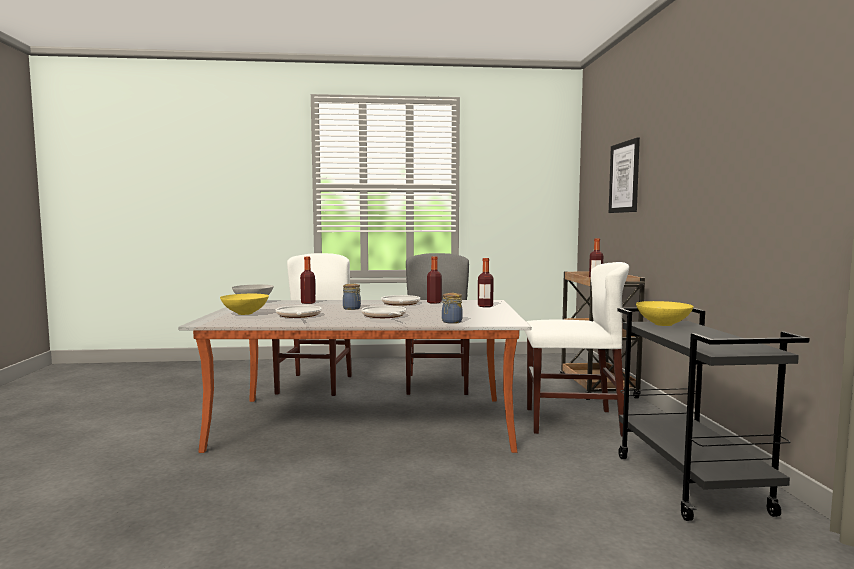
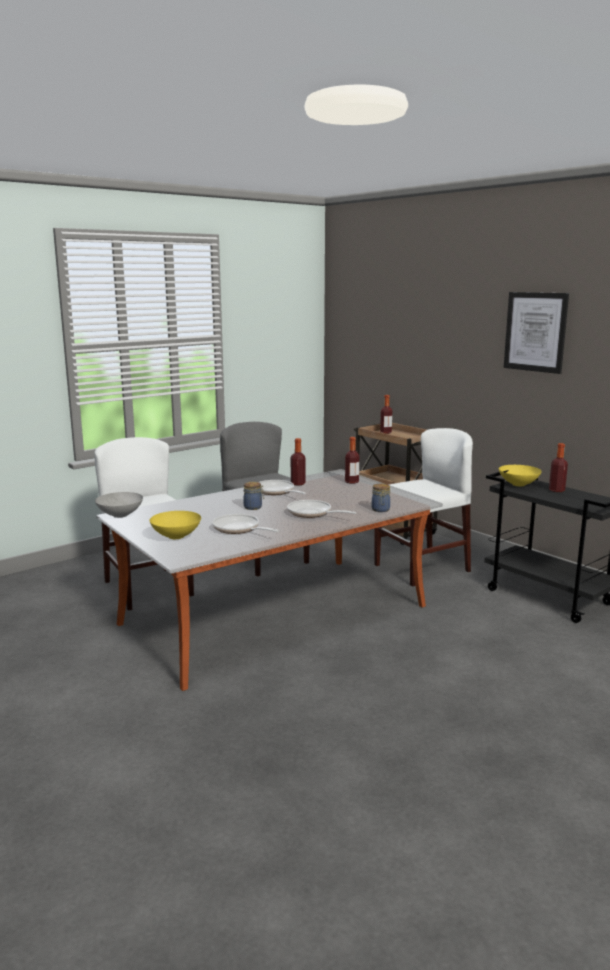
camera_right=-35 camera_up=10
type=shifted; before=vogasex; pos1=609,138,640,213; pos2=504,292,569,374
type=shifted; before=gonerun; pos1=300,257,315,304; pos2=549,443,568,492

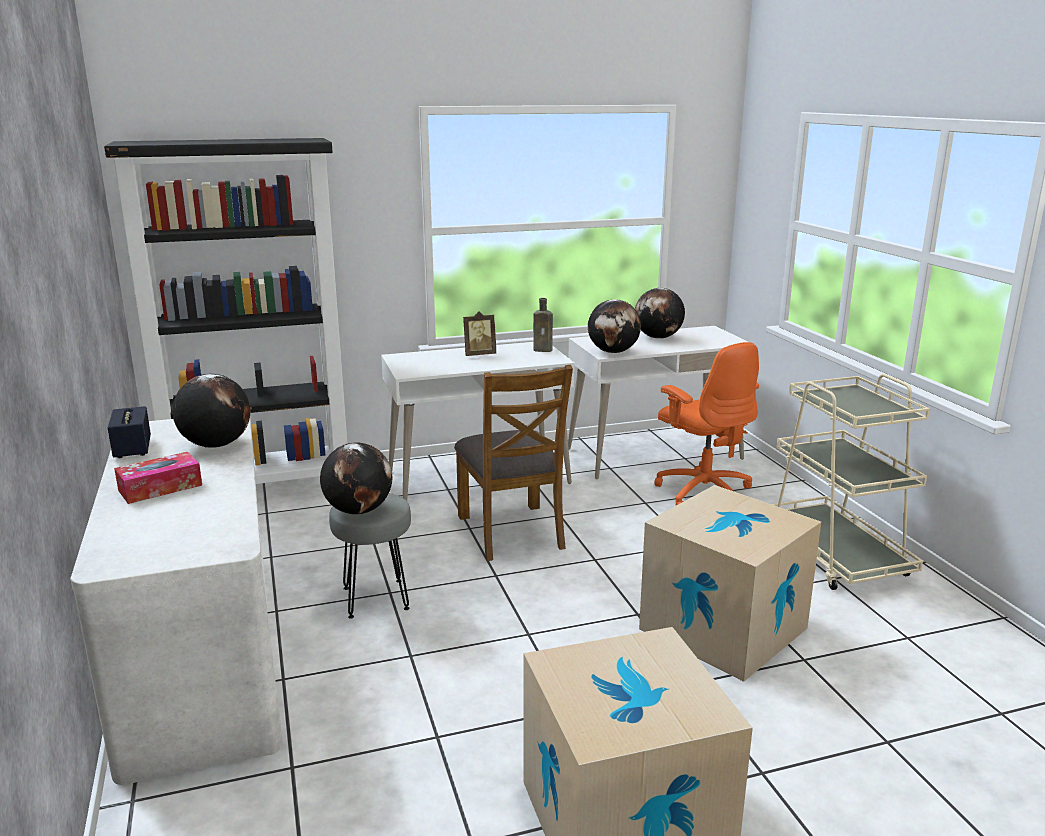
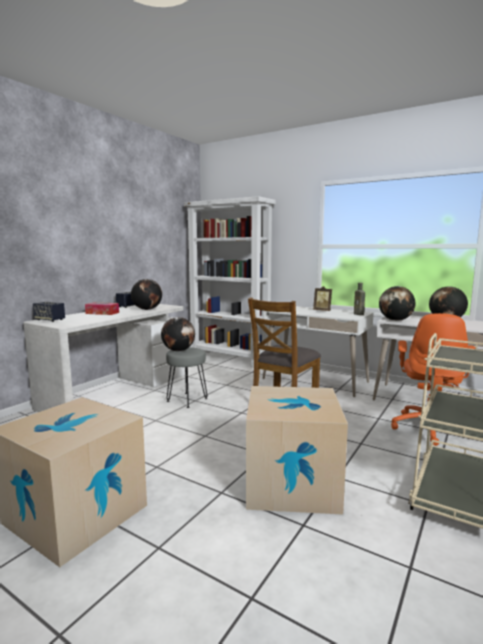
camera_right=50 camera_up=-10
type=repainted; before=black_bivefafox; after=white_bivefafox; pos1=104,138,347,484; pos2=184,196,276,368
type=new; after=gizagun; pos2=33,302,65,322

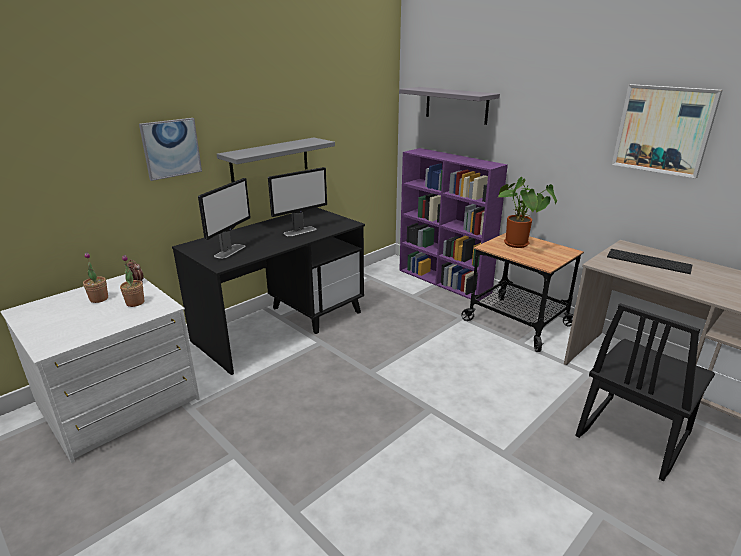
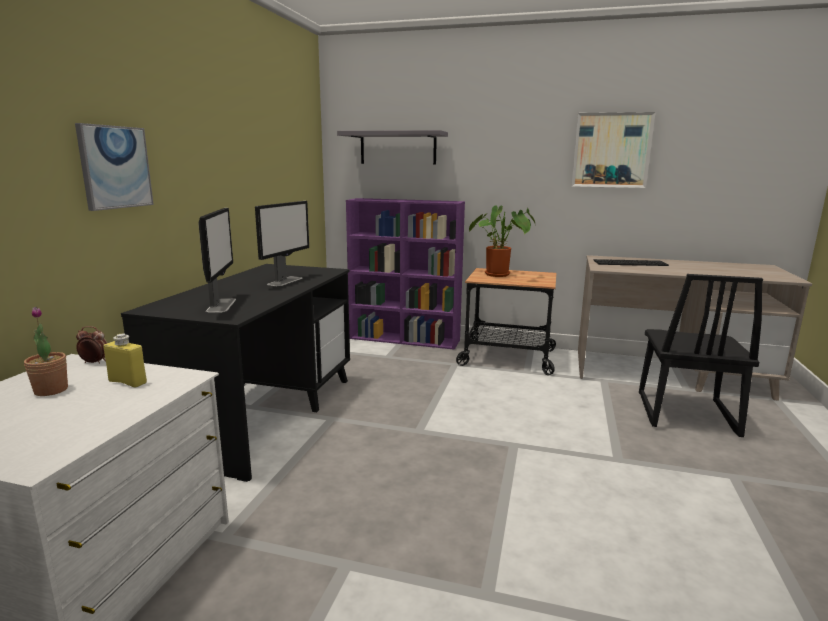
camera_right=-30 camera_up=-10
type=gone; before=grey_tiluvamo; pos1=217,138,335,182
type=swapped; before=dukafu; after=yellow_gonerun; pos1=120,255,144,307; pos2=103,334,147,388

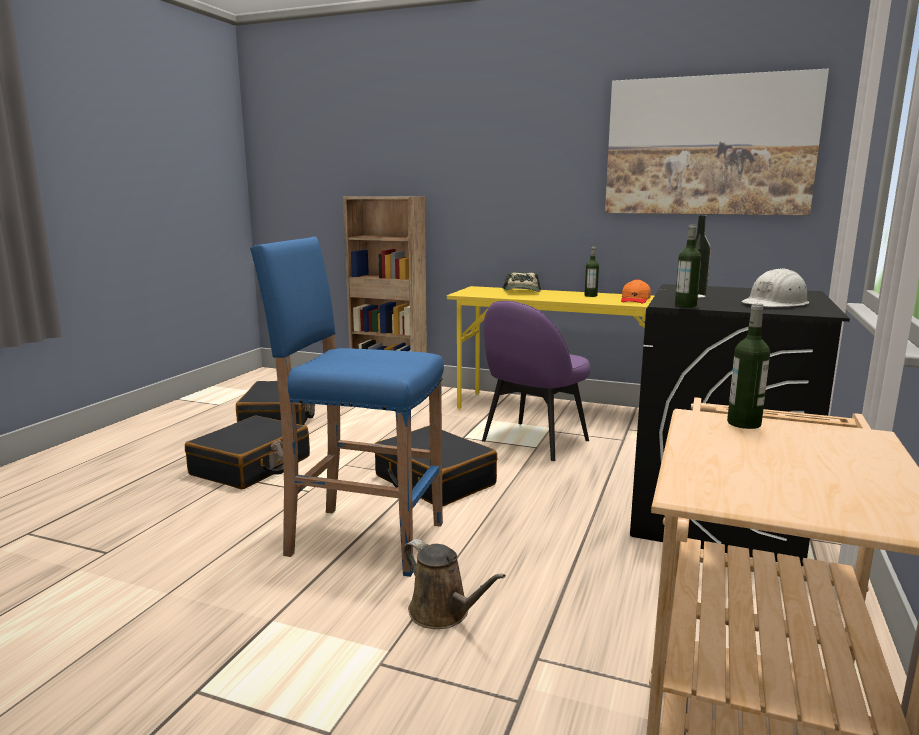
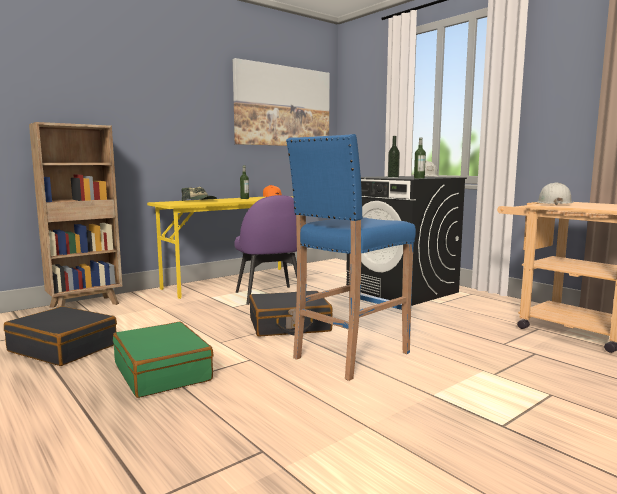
camera_right=-60 camera_up=-5
type=swapped; before=gonerun; after=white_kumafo; pos1=727,303,770,429; pos2=537,182,573,205
type=repainted; before=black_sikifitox; after=green_sikifitox; pos1=185,415,310,489; pos2=113,322,213,398
type=gone; before=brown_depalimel; pos1=403,539,506,629

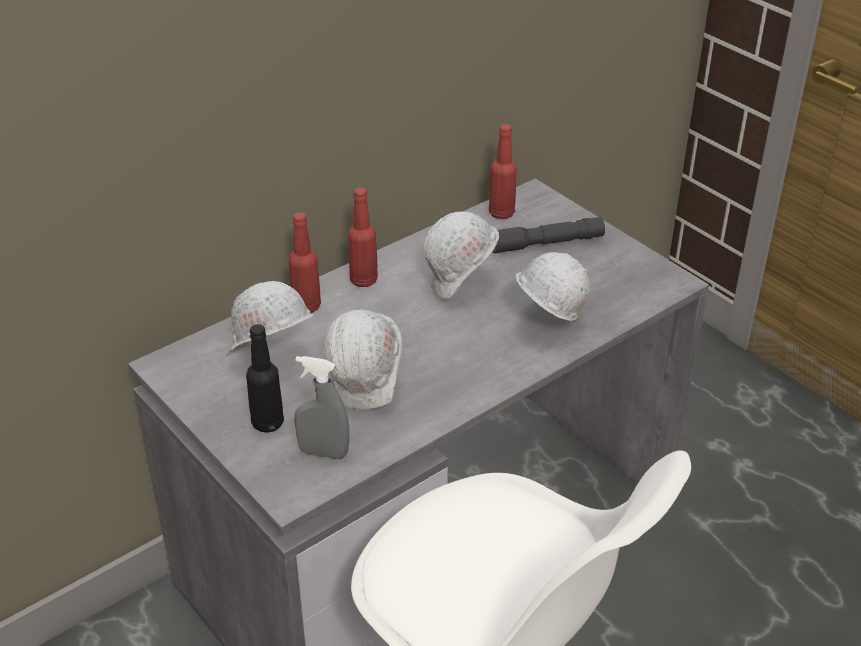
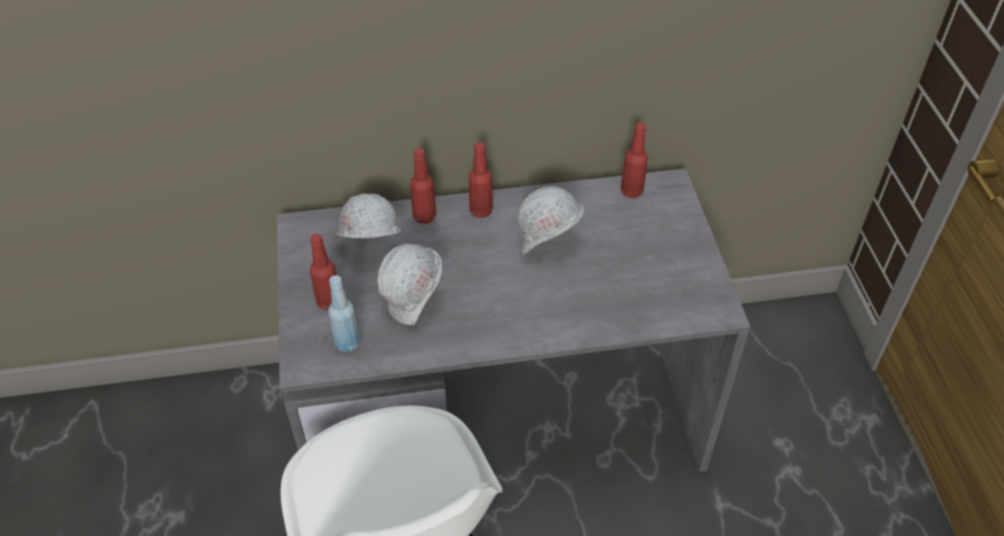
camera_right=30 camera_up=10
type=gone; before=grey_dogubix; pos1=492,217,605,253
type=gone; before=white_kumafo; pos1=515,252,590,321
type=repainted; before=black_gonerun; after=red_gonerun; pos1=246,324,284,433; pos2=310,234,337,310
type=swapped; before=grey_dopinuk; after=blue_gonerun; pos1=294,356,349,459; pos2=328,275,360,352

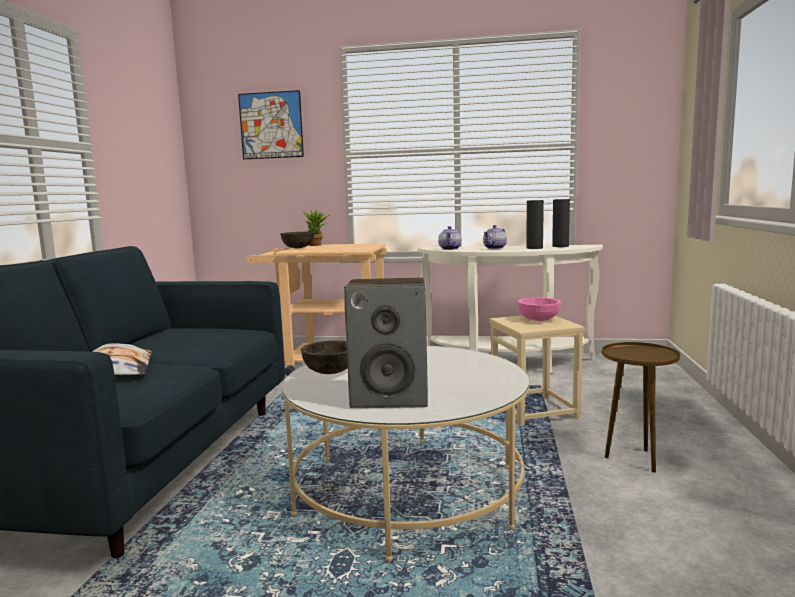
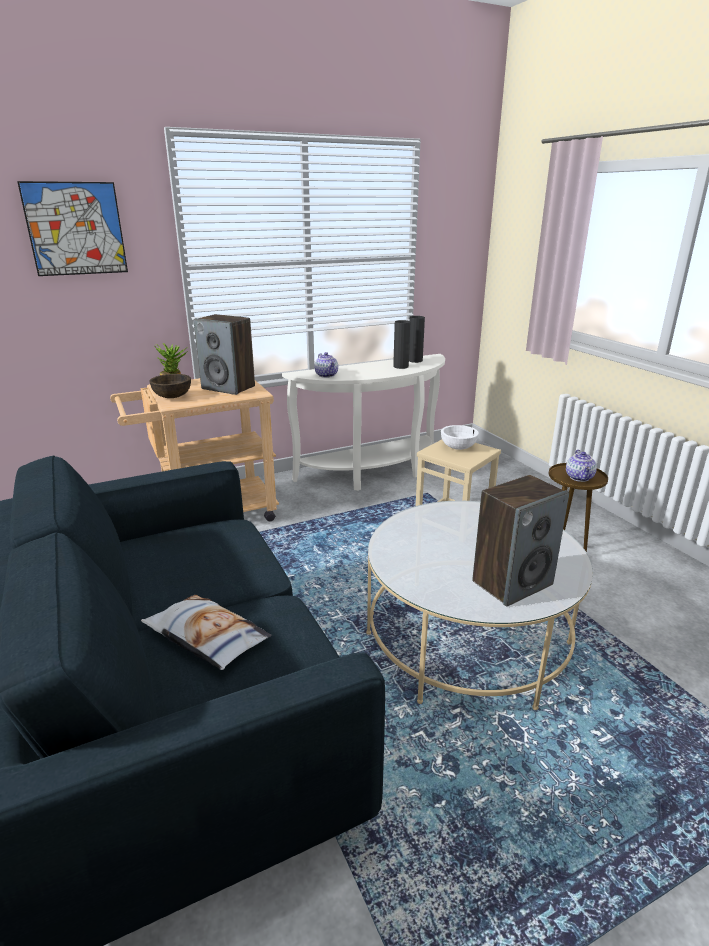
camera_right=-35 camera_up=15
type=shifted; before=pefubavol; pos1=483,225,507,249; pos2=566,450,597,482
type=repainted; before=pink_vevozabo; after=white_vevozabo; pos1=518,298,561,321; pos2=441,425,479,450
type=gone; before=brown_vevozabo; pos1=301,340,348,374
type=new; after=gizagun; pos2=193,314,255,395

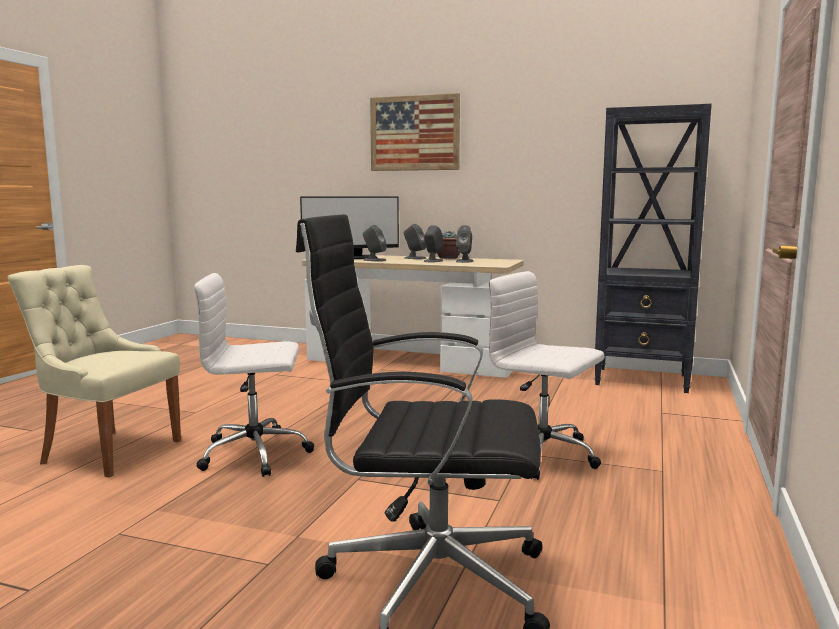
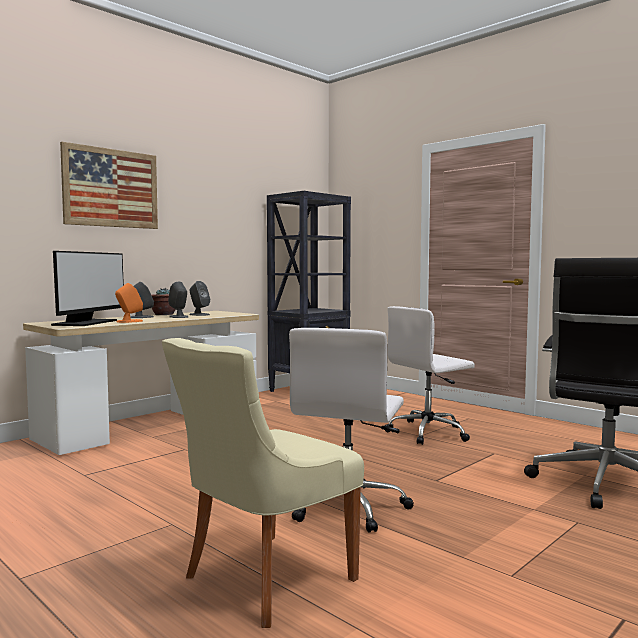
camera_right=-65 camera_up=-5
type=repainted; before=grey_gizagun; after=orange_gizagun; pos1=363,225,387,261; pos2=115,283,143,323

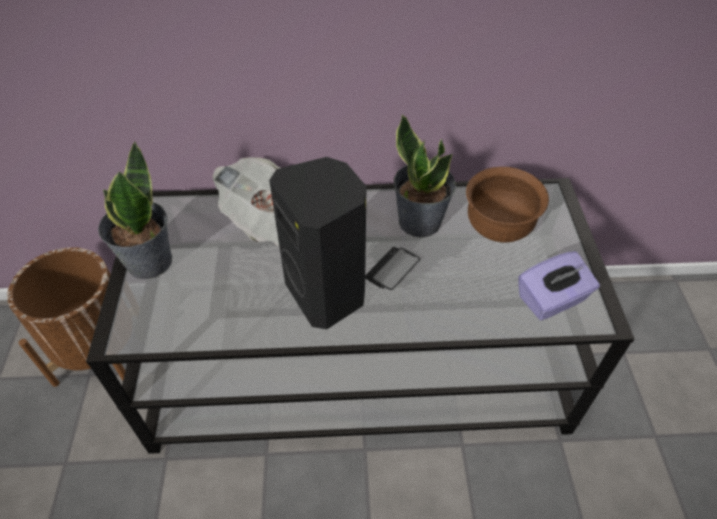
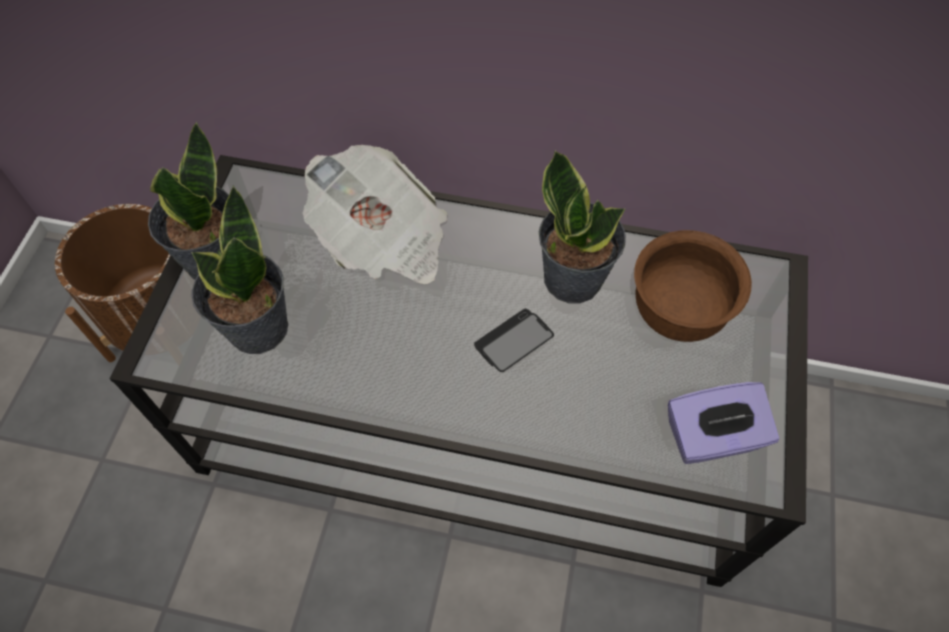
camera_right=15 camera_up=10
type=gone; before=black_gizagun; pos1=269,157,366,329
type=new; after=dukafu; pos2=191,185,288,354

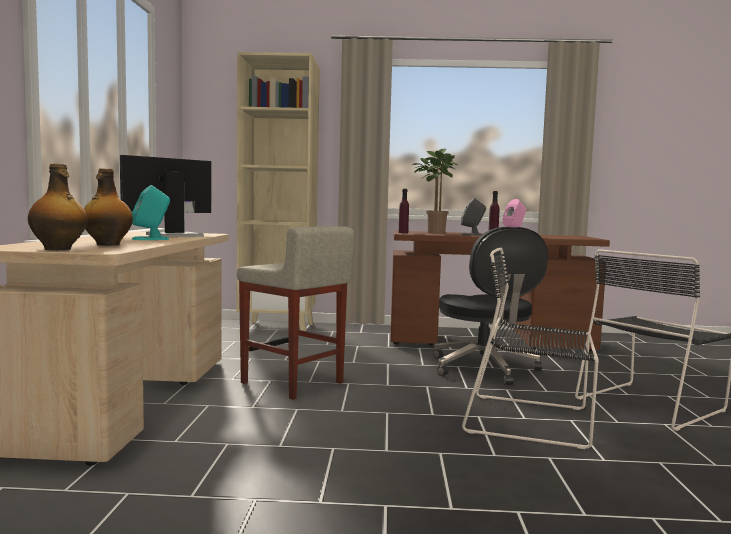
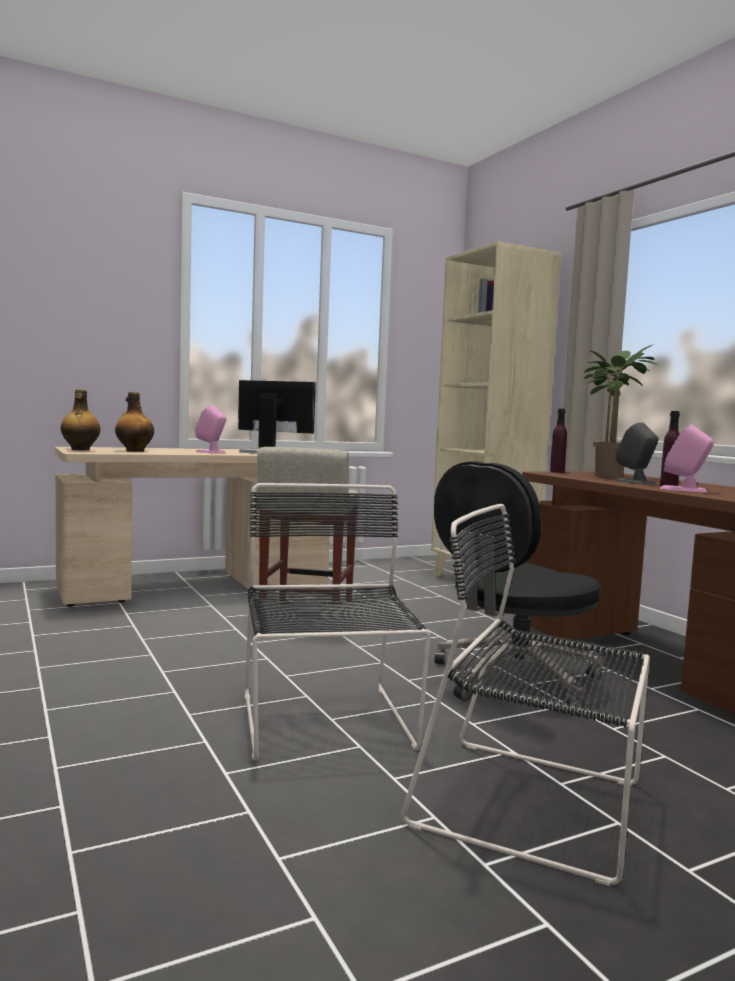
camera_right=60 camera_up=0
type=repainted; before=turquoise_gizagun; after=pink_gizagun; pos1=132,185,170,240; pos2=195,405,227,453

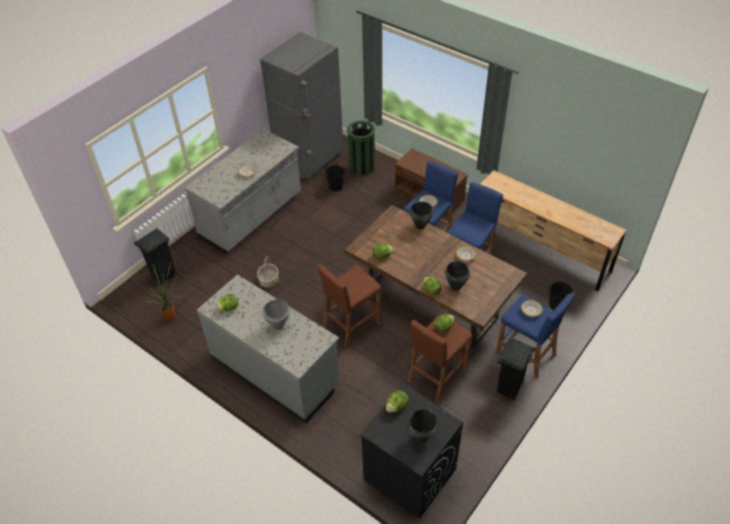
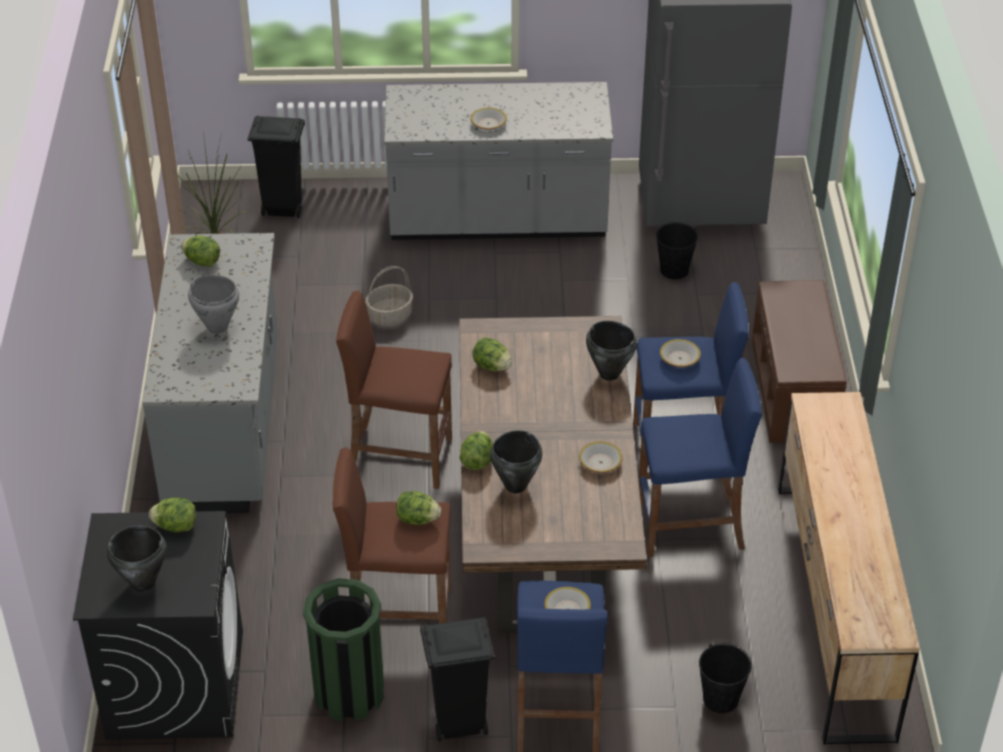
camera_right=50 camera_up=-5
type=shifted; before=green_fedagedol; pos1=347,120,375,176; pos2=303,578,384,722

